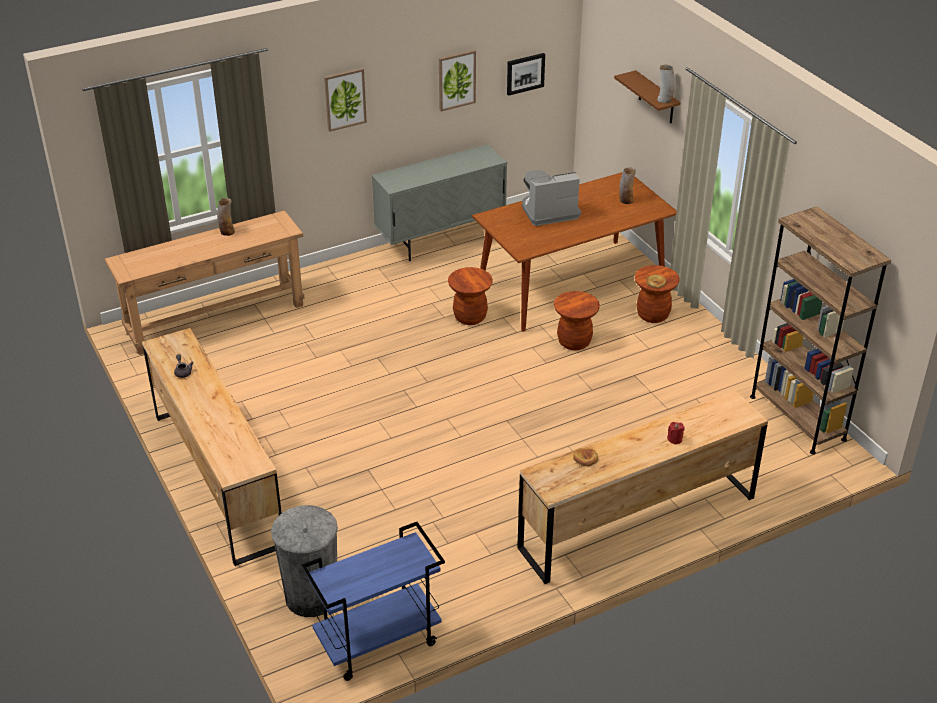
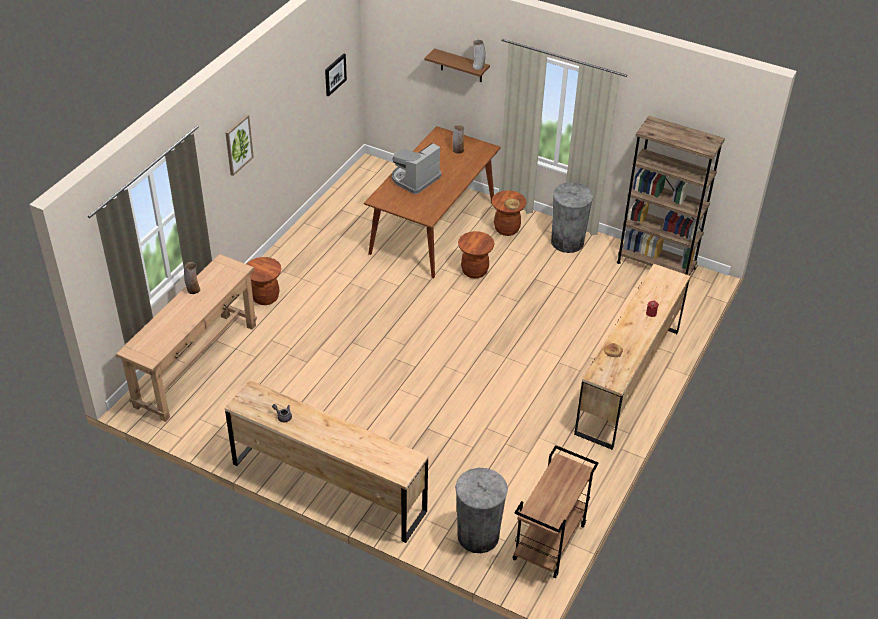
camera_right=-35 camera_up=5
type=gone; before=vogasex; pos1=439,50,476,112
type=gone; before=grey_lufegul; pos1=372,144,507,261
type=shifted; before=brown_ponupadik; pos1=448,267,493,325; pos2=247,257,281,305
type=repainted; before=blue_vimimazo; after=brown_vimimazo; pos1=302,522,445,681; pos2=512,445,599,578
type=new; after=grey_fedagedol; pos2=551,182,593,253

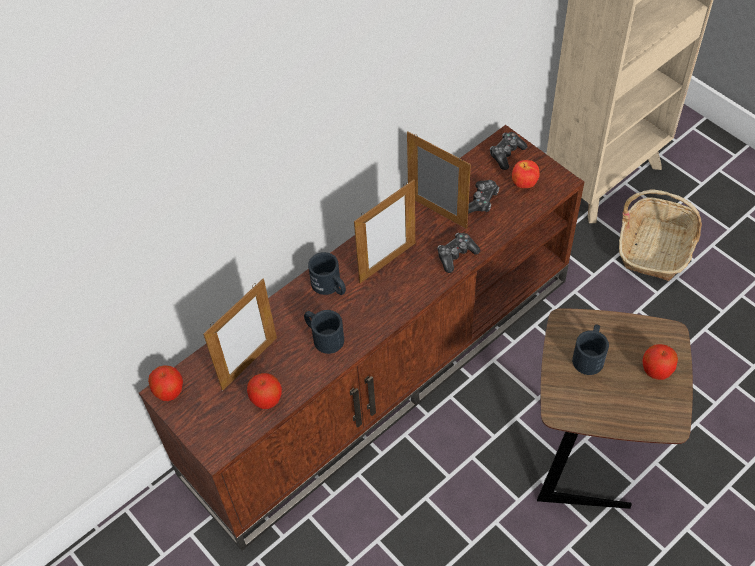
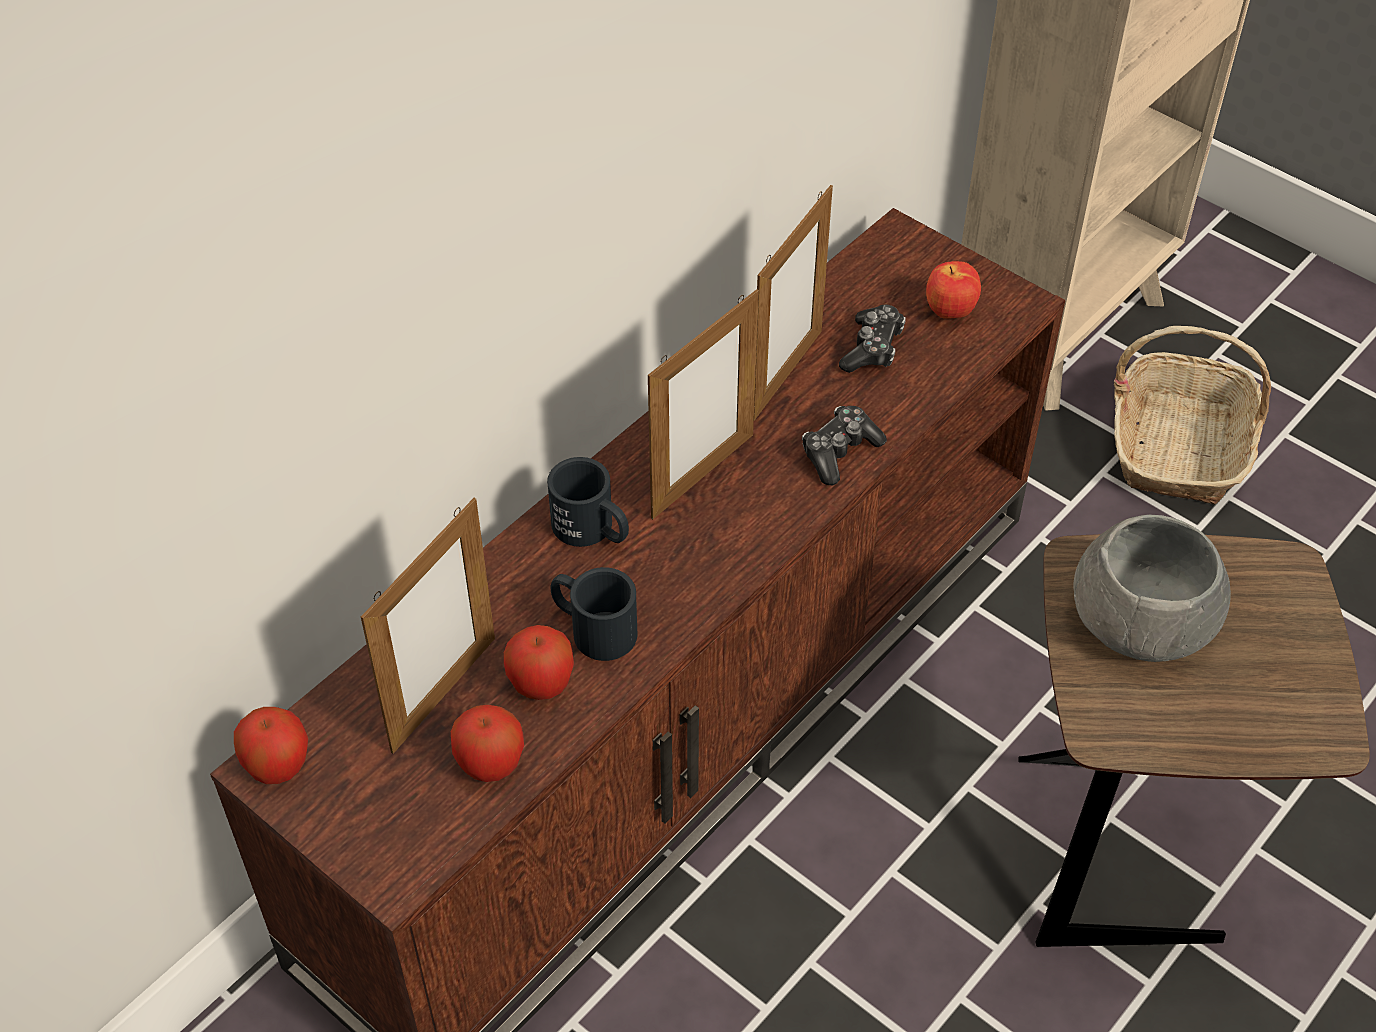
camera_right=-10 camera_up=-5
type=rotated; before=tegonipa; pos1=407,131,471,229; pos2=754,185,833,421; turn=90
type=gone; before=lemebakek; pos1=490,132,528,170
type=swapped; before=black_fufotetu; after=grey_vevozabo; pos1=572,324,609,375; pos2=1074,515,1231,662
type=shifted; before=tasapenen; pos1=642,344,678,380; pos2=504,625,574,700

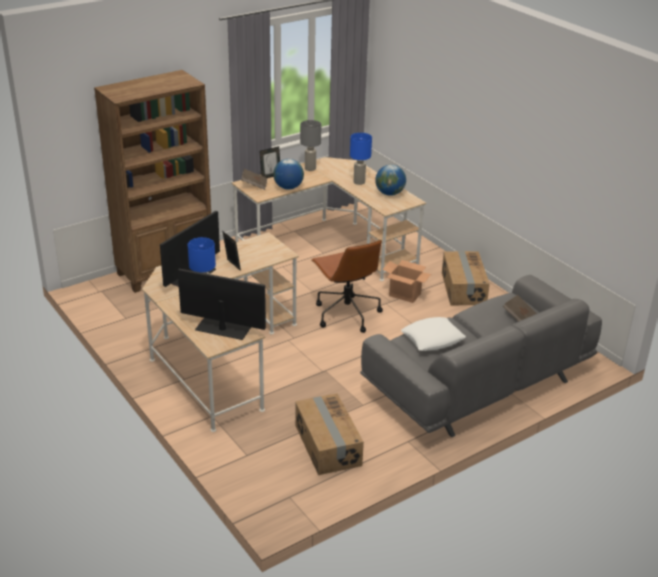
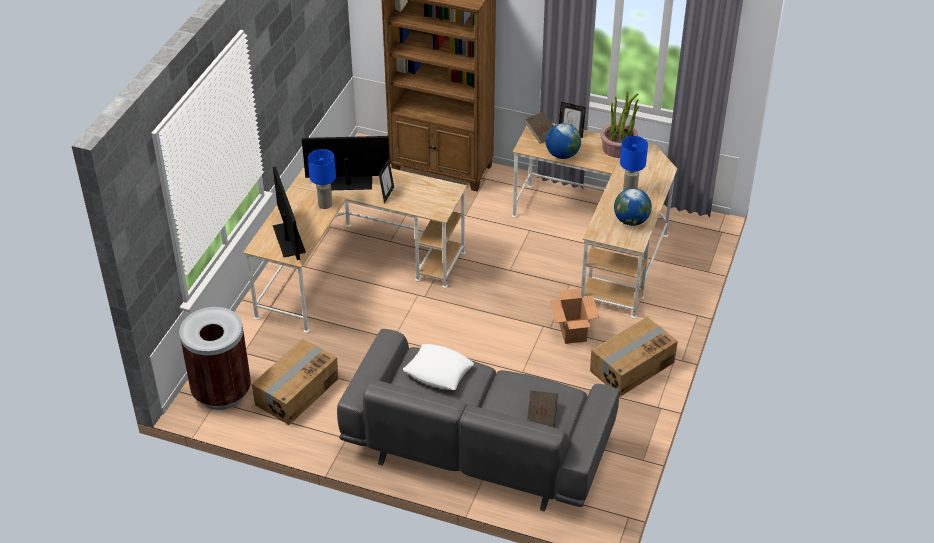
camera_right=55 camera_up=10
type=swapped; before=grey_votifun; after=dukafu; pos1=300,120,321,171; pos2=600,92,639,158
type=gone; before=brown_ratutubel; pos1=311,240,383,333
type=new; after=brown_fedagedol; pos2=179,307,251,410

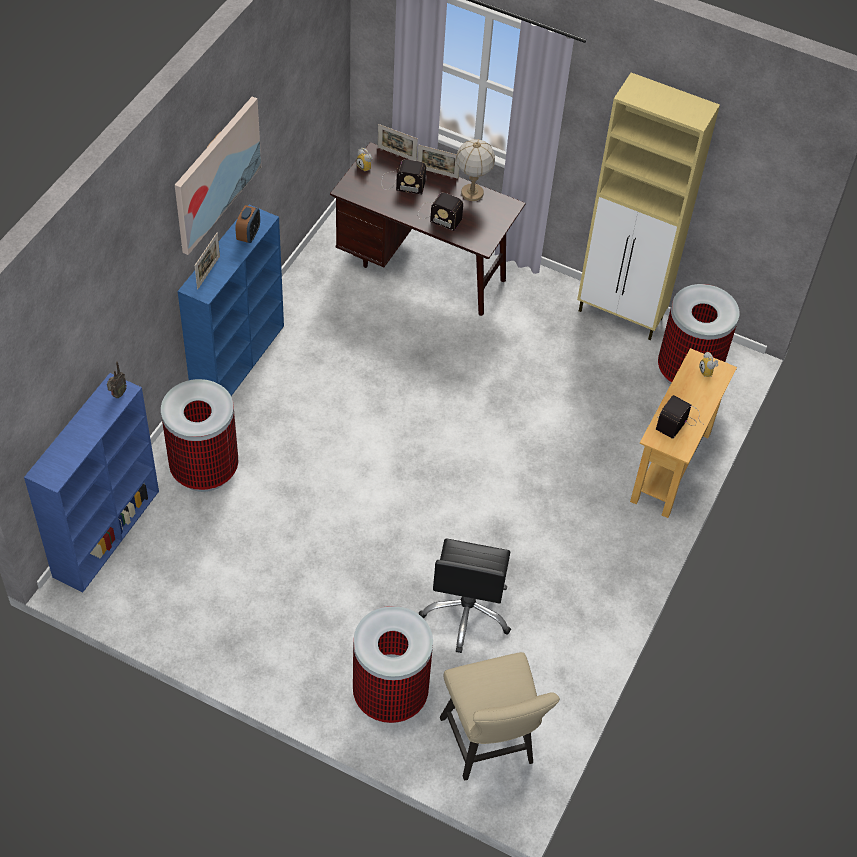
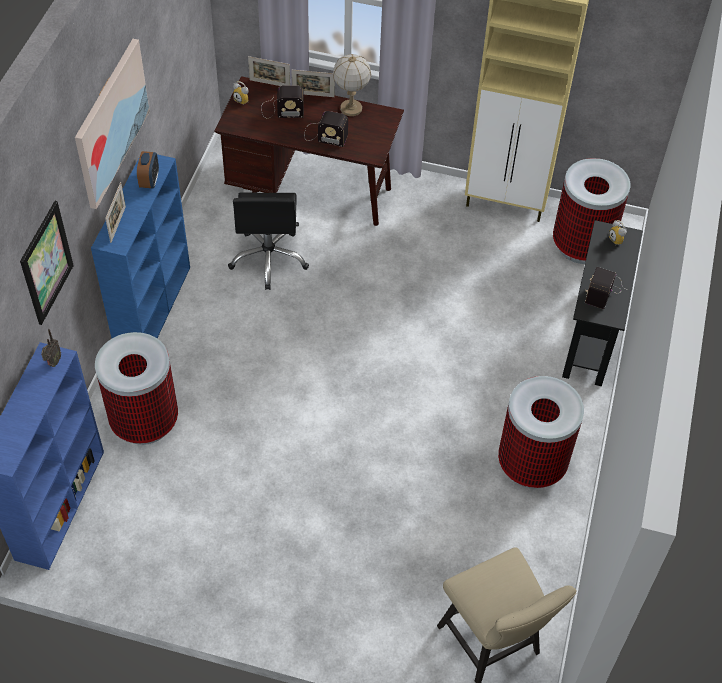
camera_right=-10 camera_up=0
type=repainted; before=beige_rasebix; after=black_rasebix; pos1=630,348,737,518; pos2=562,220,643,386
type=shifted; before=black_ratutubel; pos1=419,538,511,653; pos2=228,192,309,290
type=shifted; before=fedagedol; pos1=353,606,433,723; pos2=498,376,584,489
type=new; after=vogasex; pos2=20,201,74,325

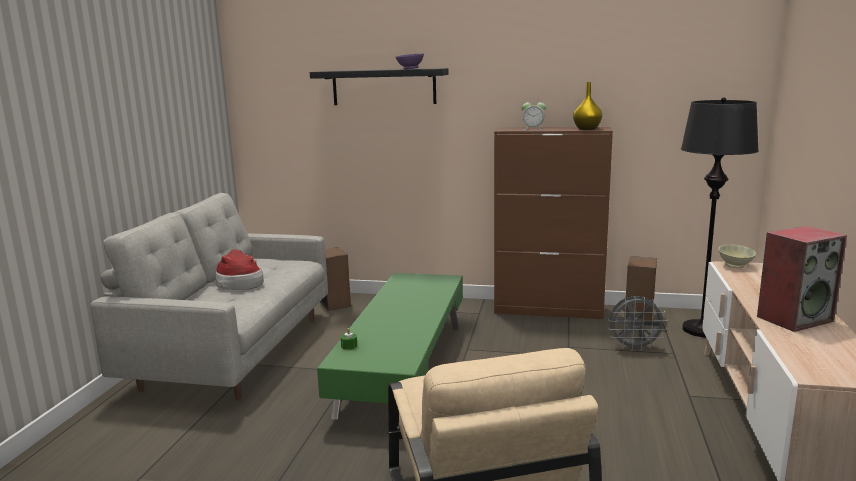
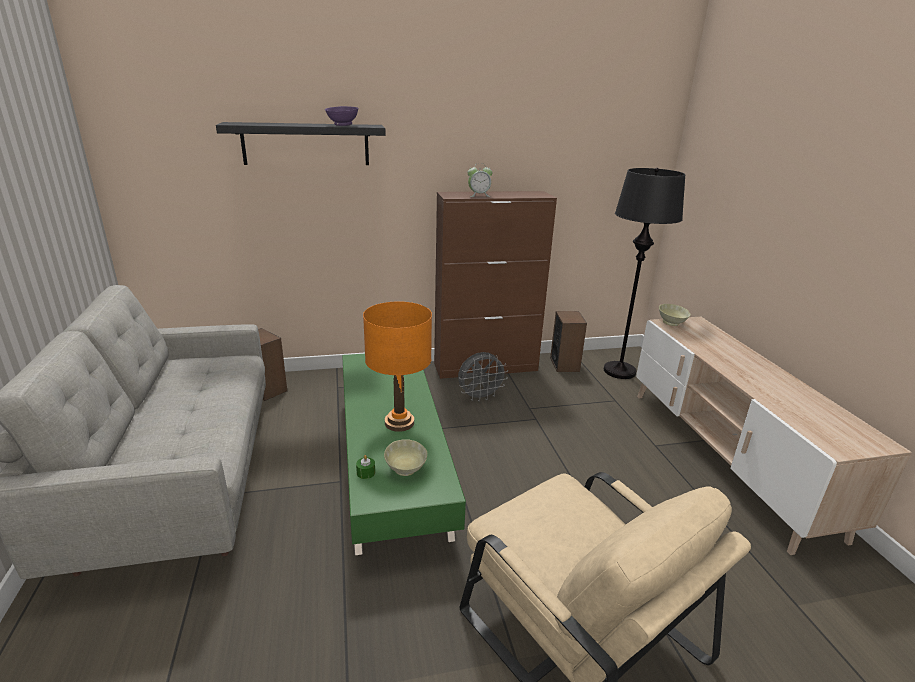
camera_right=-25 camera_up=10
type=gone; before=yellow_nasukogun; pos1=573,82,602,130
type=gone; before=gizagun; pos1=757,226,847,332
type=gone; before=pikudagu; pos1=215,249,263,290
type=shifted; before=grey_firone; pos1=608,296,668,351; pos2=458,352,508,402
type=new; after=orange_votifun; pos2=363,301,432,432
type=new; after=beige_vevozabo; pos2=384,439,427,476

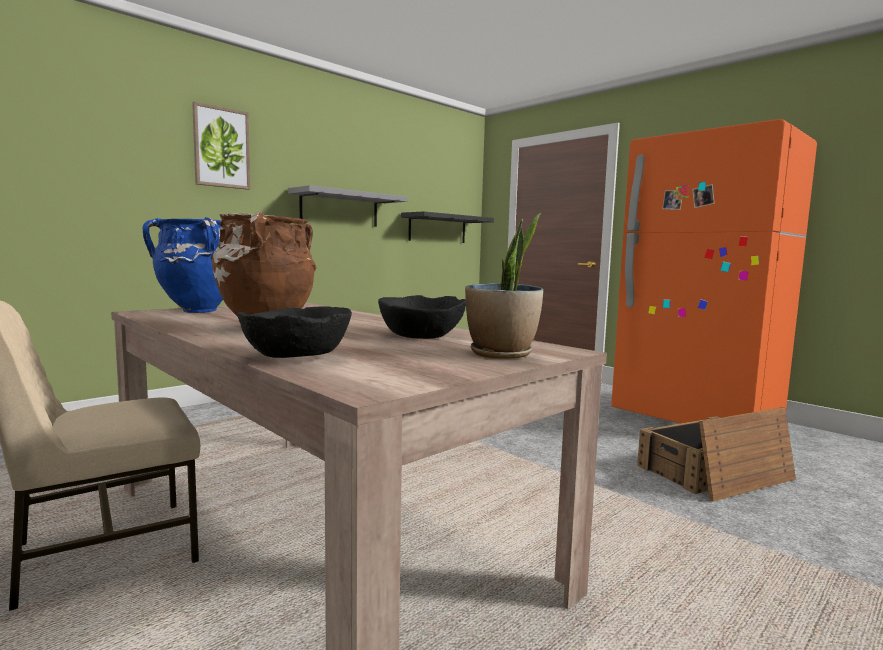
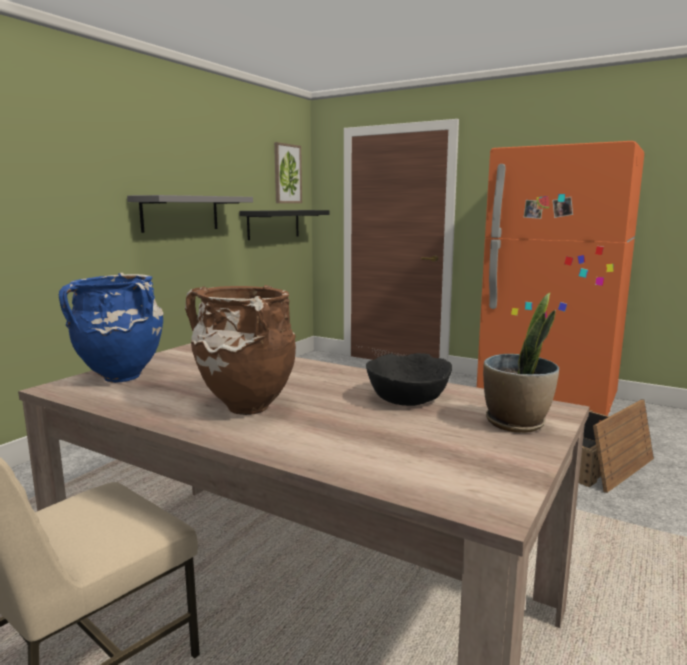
camera_right=-15 camera_up=5
type=shifted; before=vogasex; pos1=192,102,250,190; pos2=274,142,302,203
type=gone; before=black_vevozabo; pos1=237,307,352,358

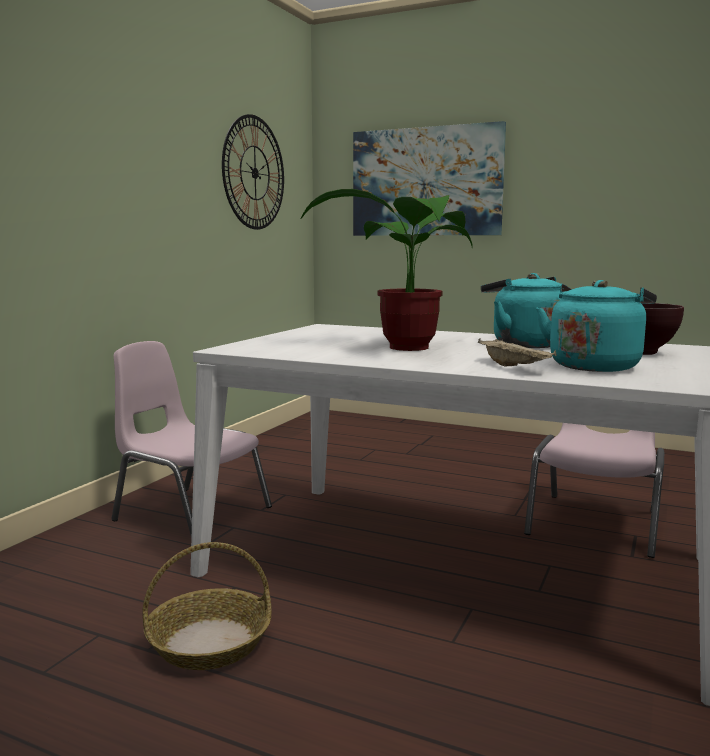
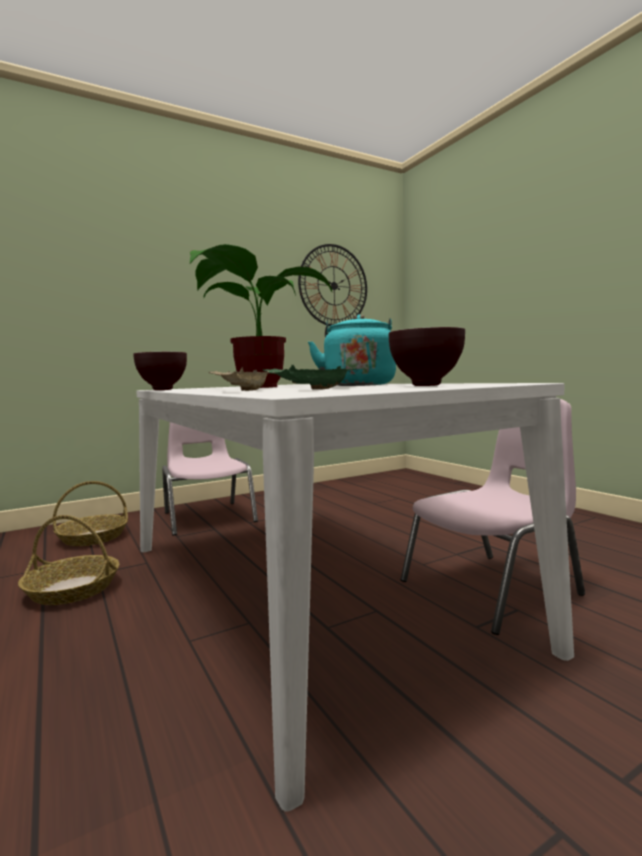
camera_right=35 camera_up=-5
type=gone; before=vogasex; pos1=353,121,506,236
type=swapped; before=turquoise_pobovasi; after=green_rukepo; pos1=536,280,657,372; pos2=263,365,356,390
type=new; after=brown_vevozabo; pos2=133,352,187,390
type=new; after=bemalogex; pos2=53,481,128,546

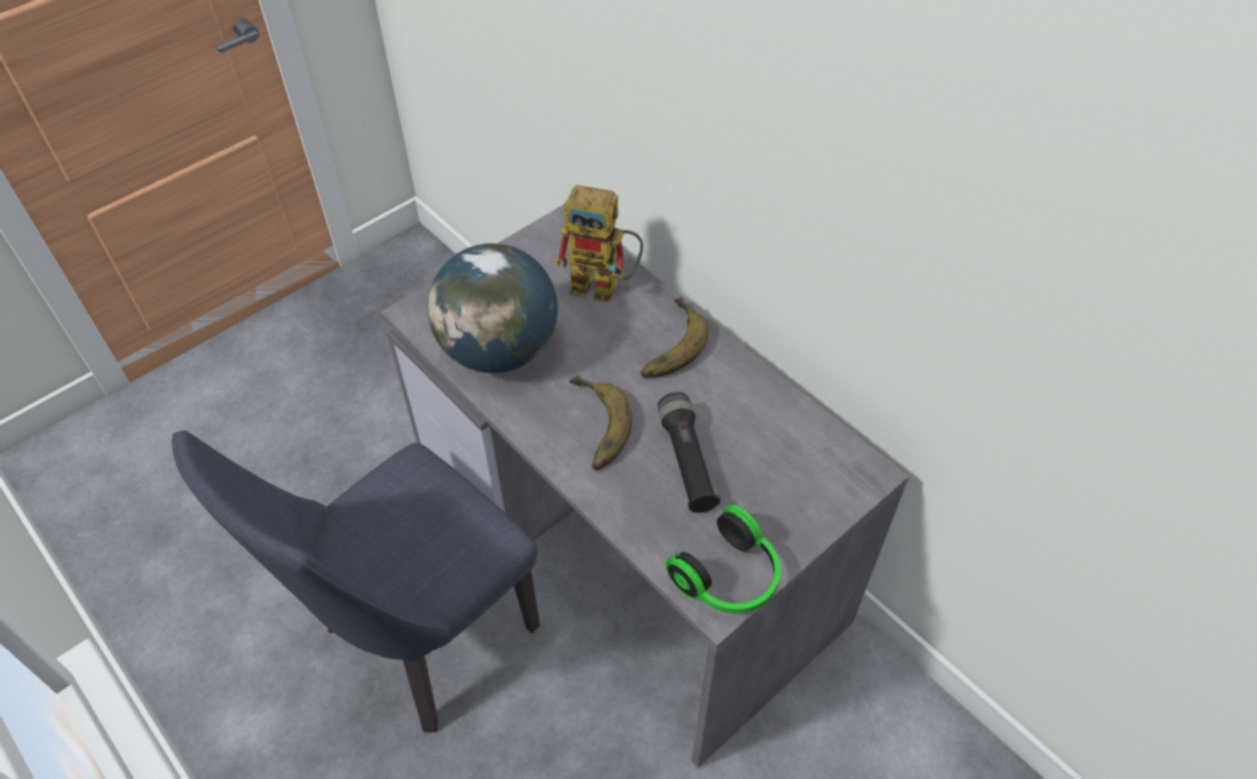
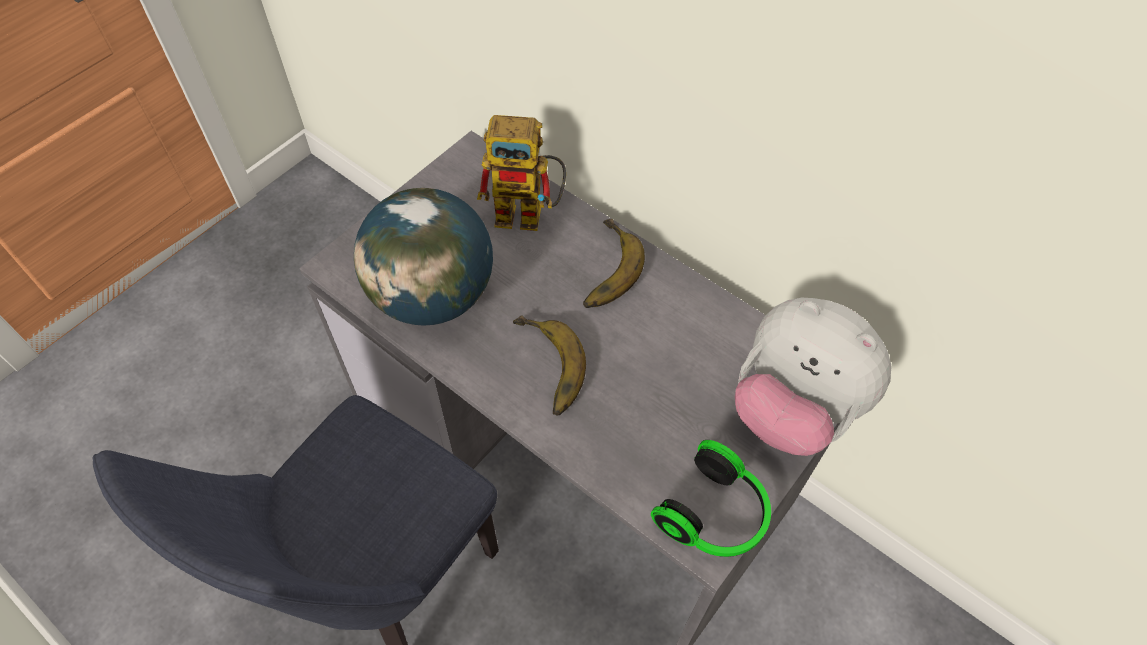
camera_right=-10 camera_up=5
type=gone; before=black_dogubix; pos1=658,392,720,513
type=new; after=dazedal; pos2=735,298,892,456

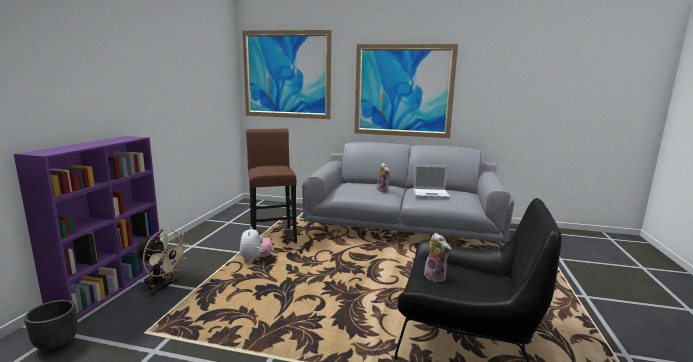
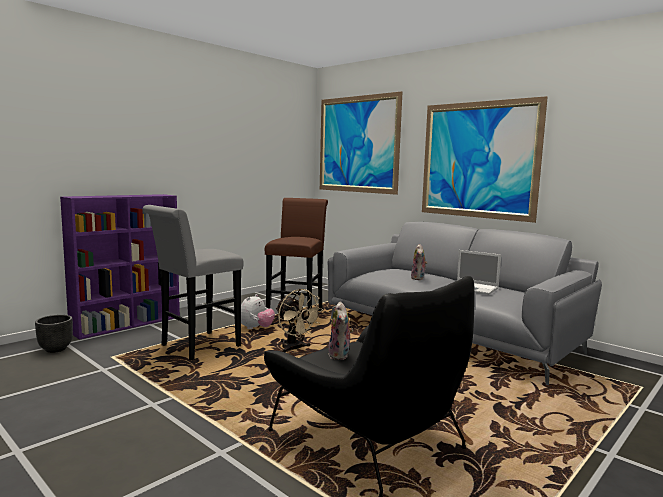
camera_right=30 camera_up=-5
type=shifted; before=beige_firone; pos1=135,229,189,297; pos2=276,289,323,352
type=new; after=grey_ponupadik; pos2=142,205,244,360

